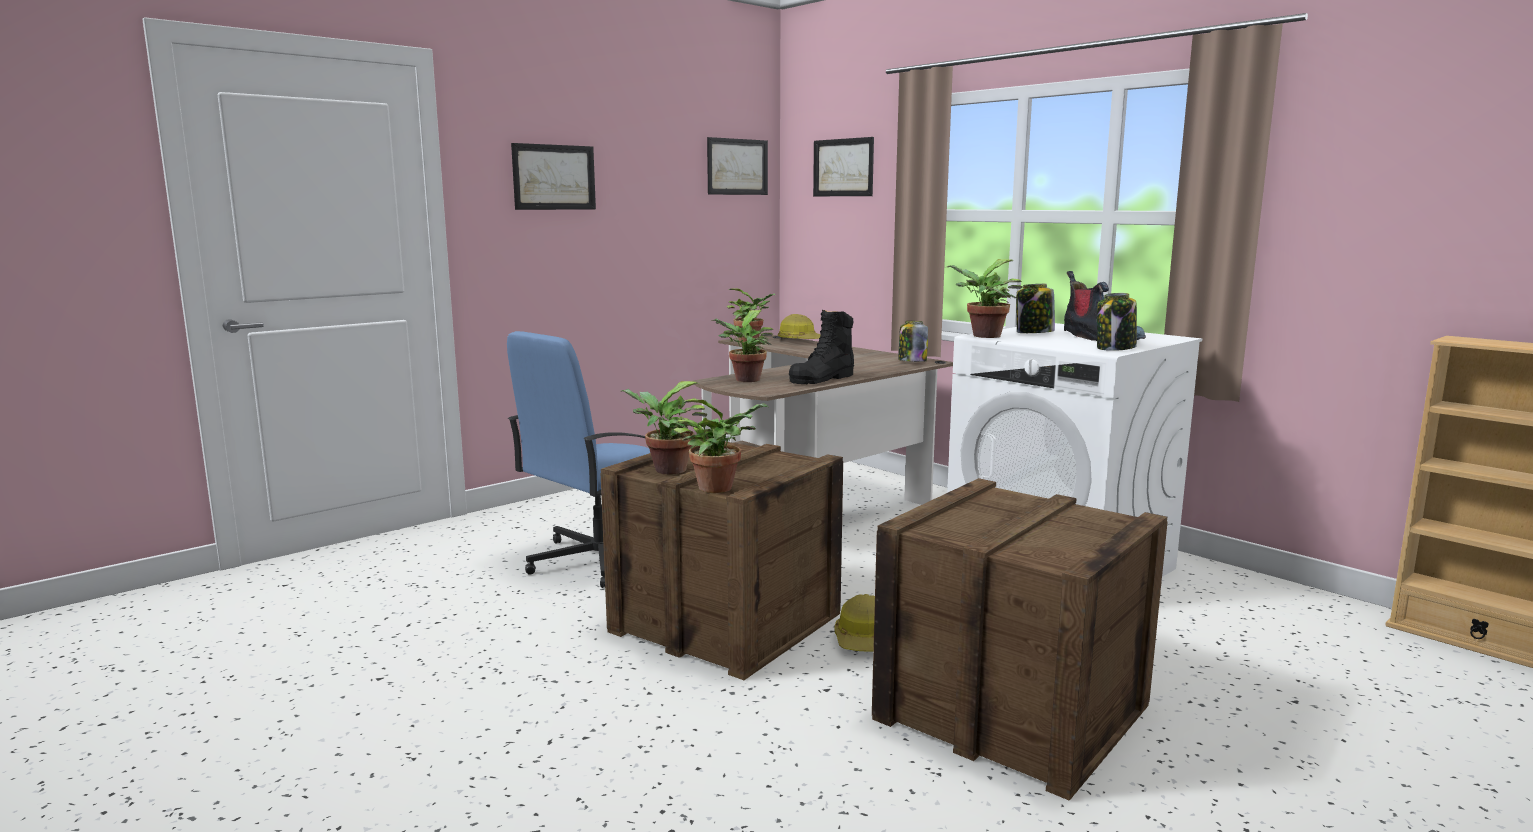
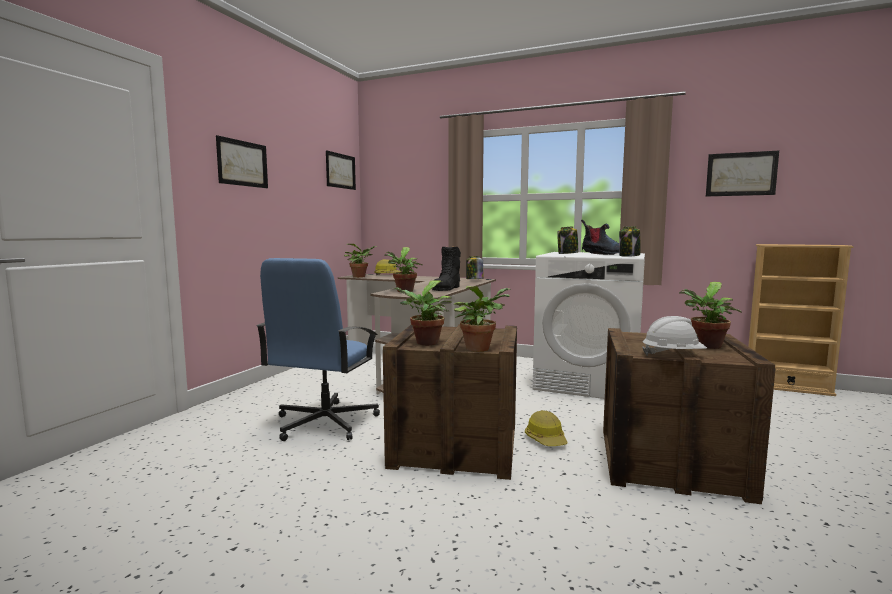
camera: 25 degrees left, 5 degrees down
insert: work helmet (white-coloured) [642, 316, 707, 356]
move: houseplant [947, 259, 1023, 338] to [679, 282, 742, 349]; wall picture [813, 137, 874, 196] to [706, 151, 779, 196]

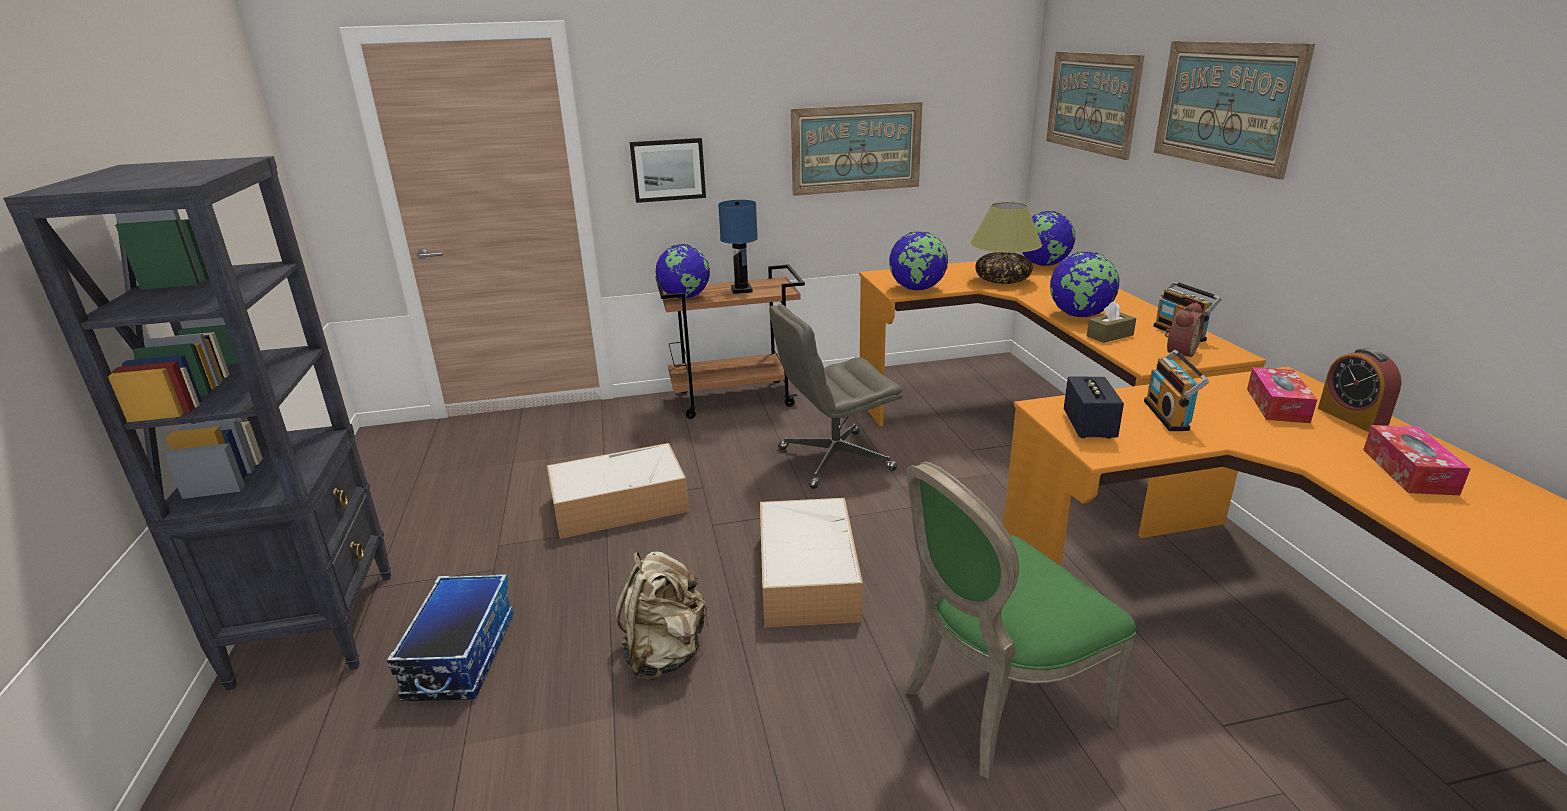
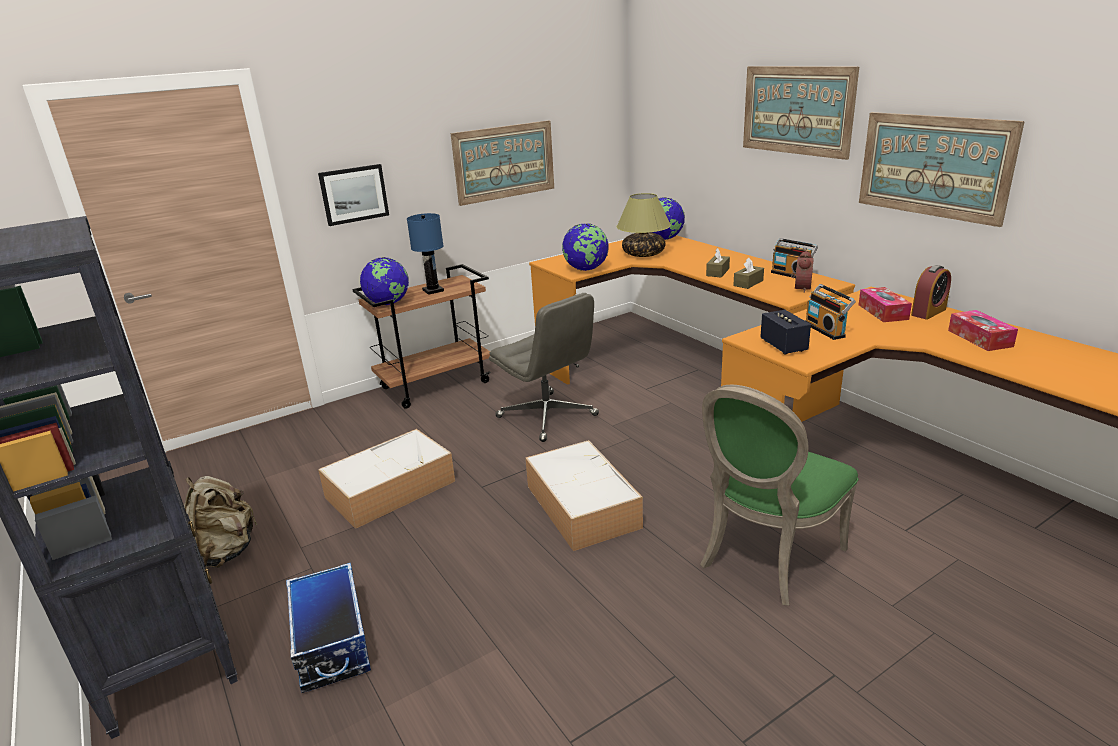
camera: 20 degrees left, 0 degrees up
move: knapsack (beige) [615, 551, 709, 681] to [184, 476, 258, 569]; wall picture [1046, 51, 1145, 160] to [859, 112, 1025, 227]
replace: desk globe [1050, 252, 1120, 317] to tissue holder (brownish) [706, 248, 730, 277]
rotate: office chair (gray) [769, 304, 902, 489] = [489, 293, 599, 442] 90 degrees counterclockwise; alarm clock [1318, 348, 1402, 432] = [911, 265, 951, 319] 90 degrees counterclockwise

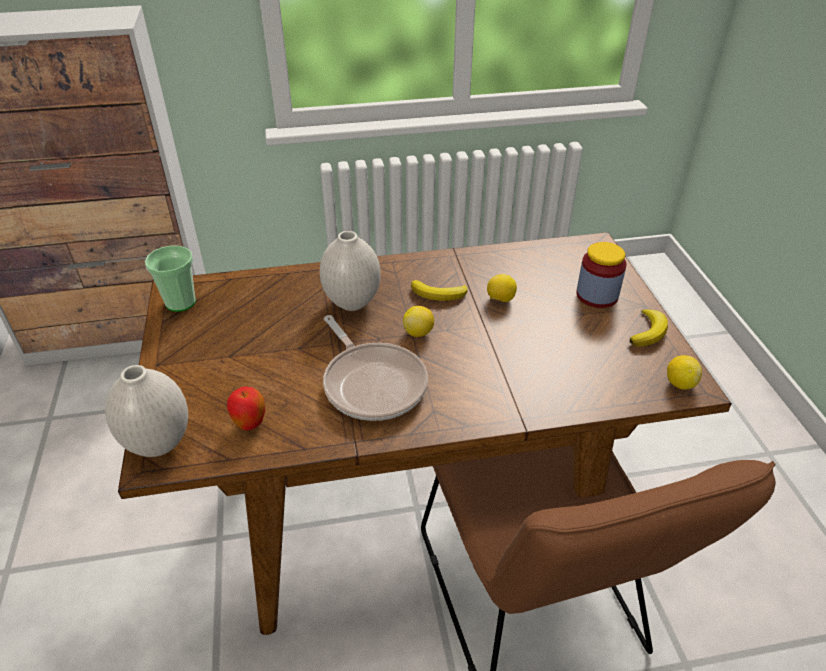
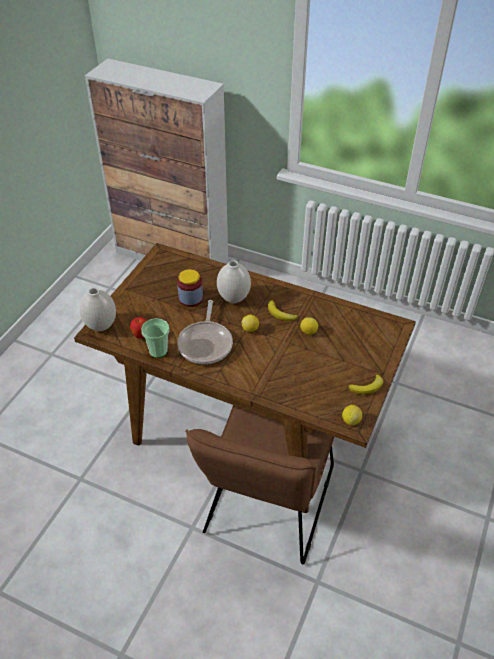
camera: 35 degrees right, 5 degrees up
move: small cup [145, 246, 196, 312] to [141, 318, 169, 358]; jar [576, 242, 627, 308] to [177, 269, 203, 307]

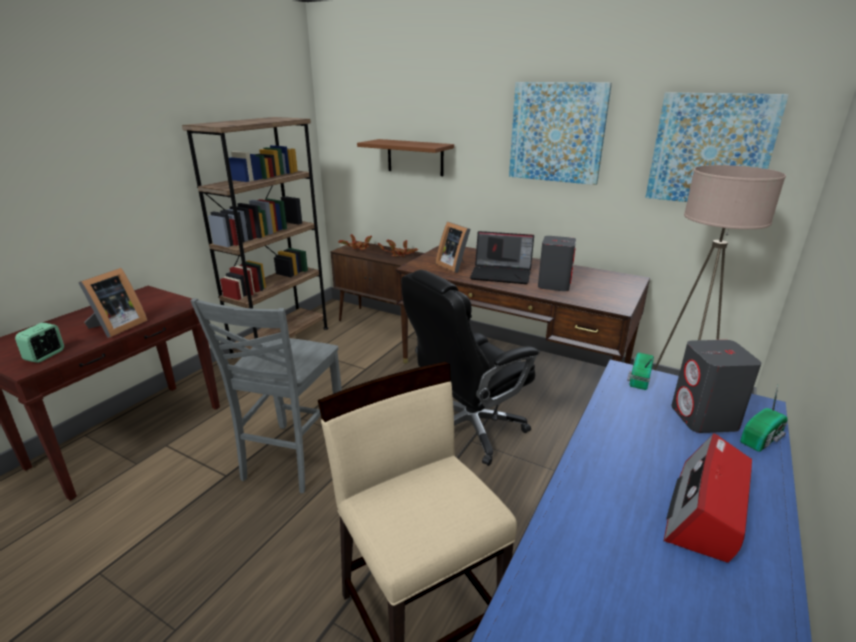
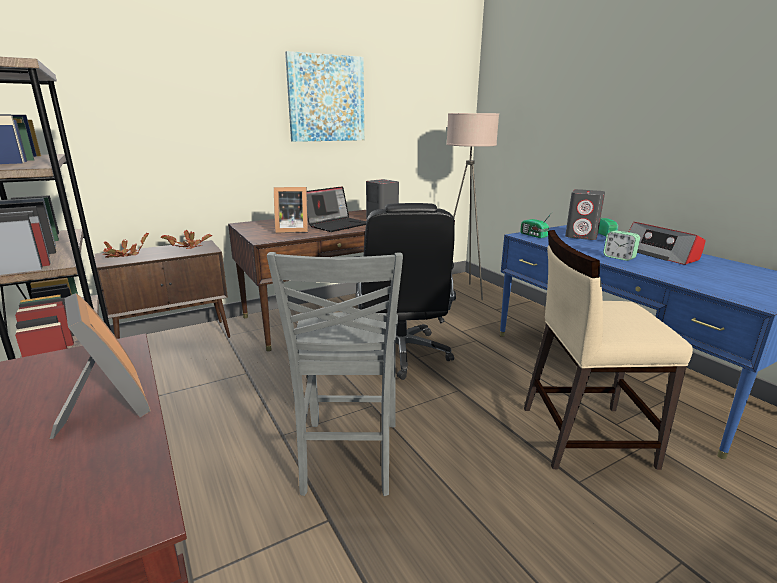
camera: 60 degrees left, 5 degrees down
delete: bracket shelf (brownish) [357, 139, 454, 176]; wall picture [645, 92, 789, 202]
move: alarm clock [15, 323, 64, 363] to [603, 230, 640, 261]
rotate: chair (gray) [190, 298, 342, 493] = [267, 252, 403, 496] 45 degrees clockwise

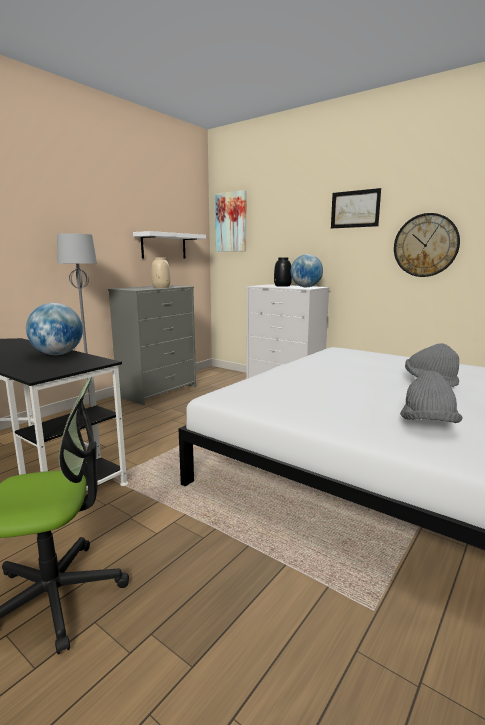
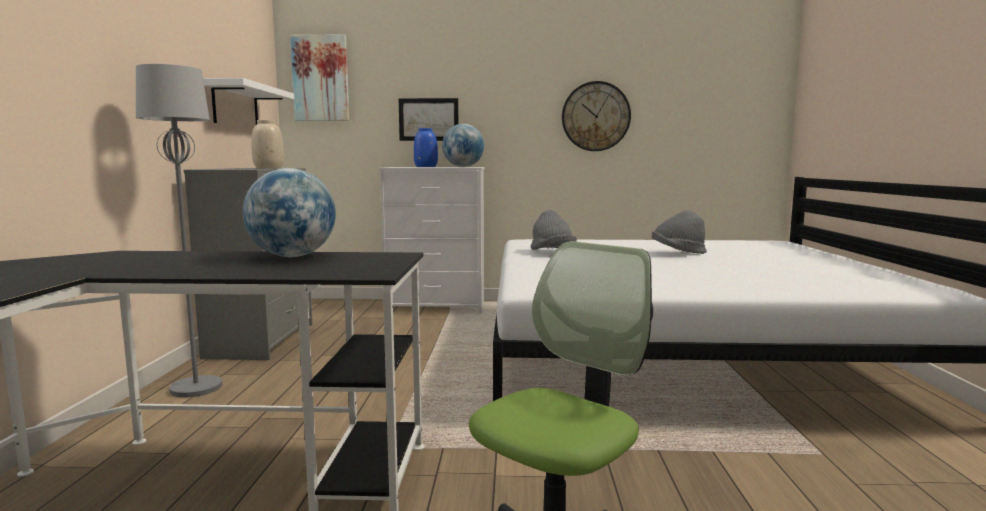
camera: 35 degrees left, 5 degrees down
move: wall picture [331, 188, 381, 228] to [399, 98, 458, 141]; hat (gray) [400, 371, 463, 423] to [531, 210, 577, 250]
recolor: flower vase (black-coloured) [274, 258, 292, 287] to flower vase (bluish) [414, 128, 438, 167]

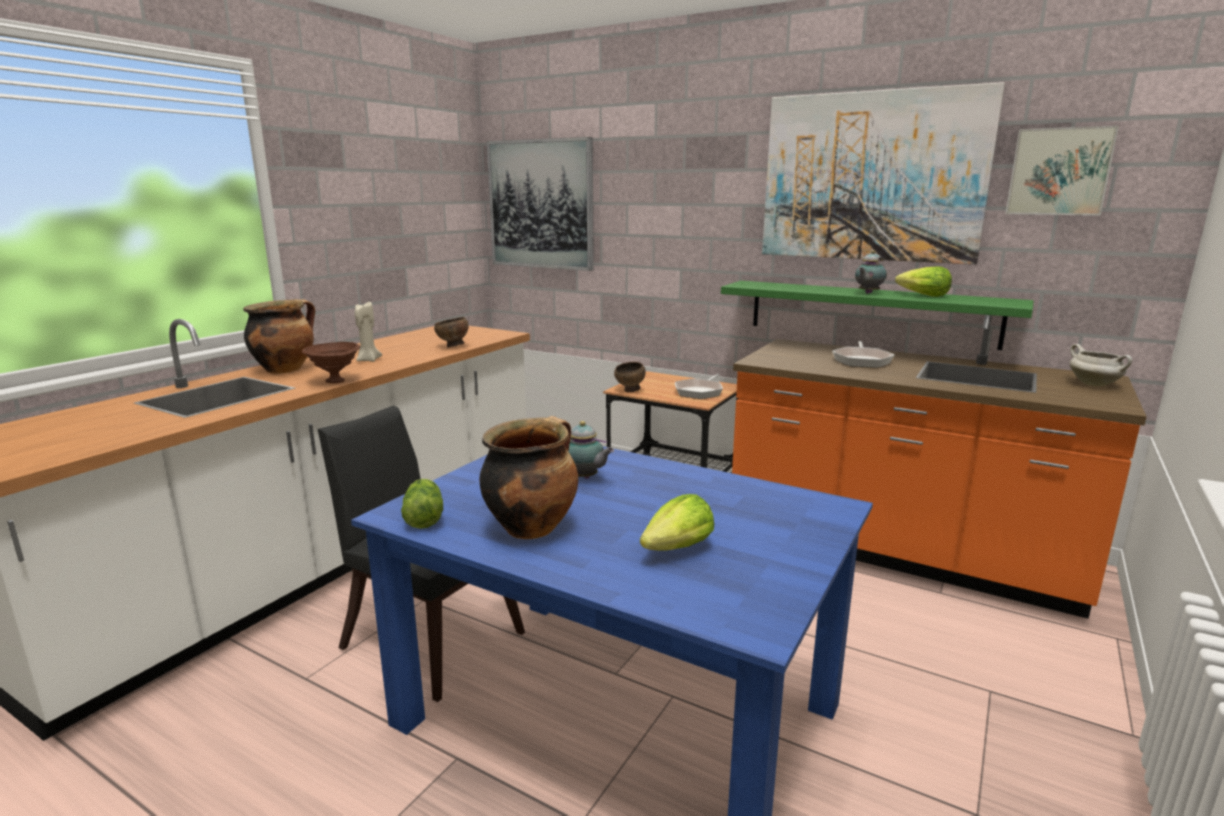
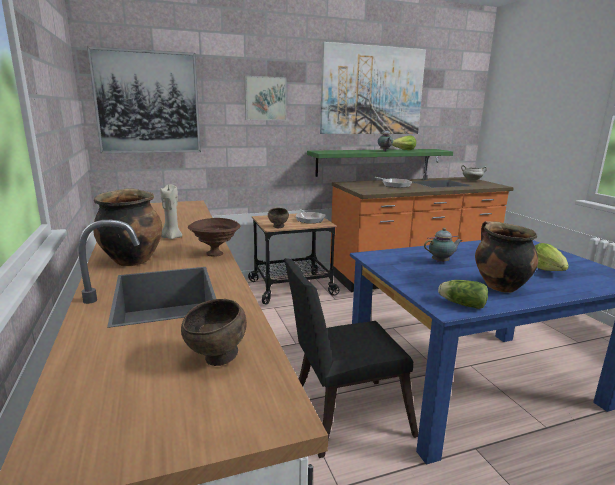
camera: 50 degrees left, 0 degrees up
move: bowl (brownish) [434, 317, 469, 347] to [181, 299, 247, 366]; wall picture [1005, 126, 1119, 216] to [244, 76, 286, 120]

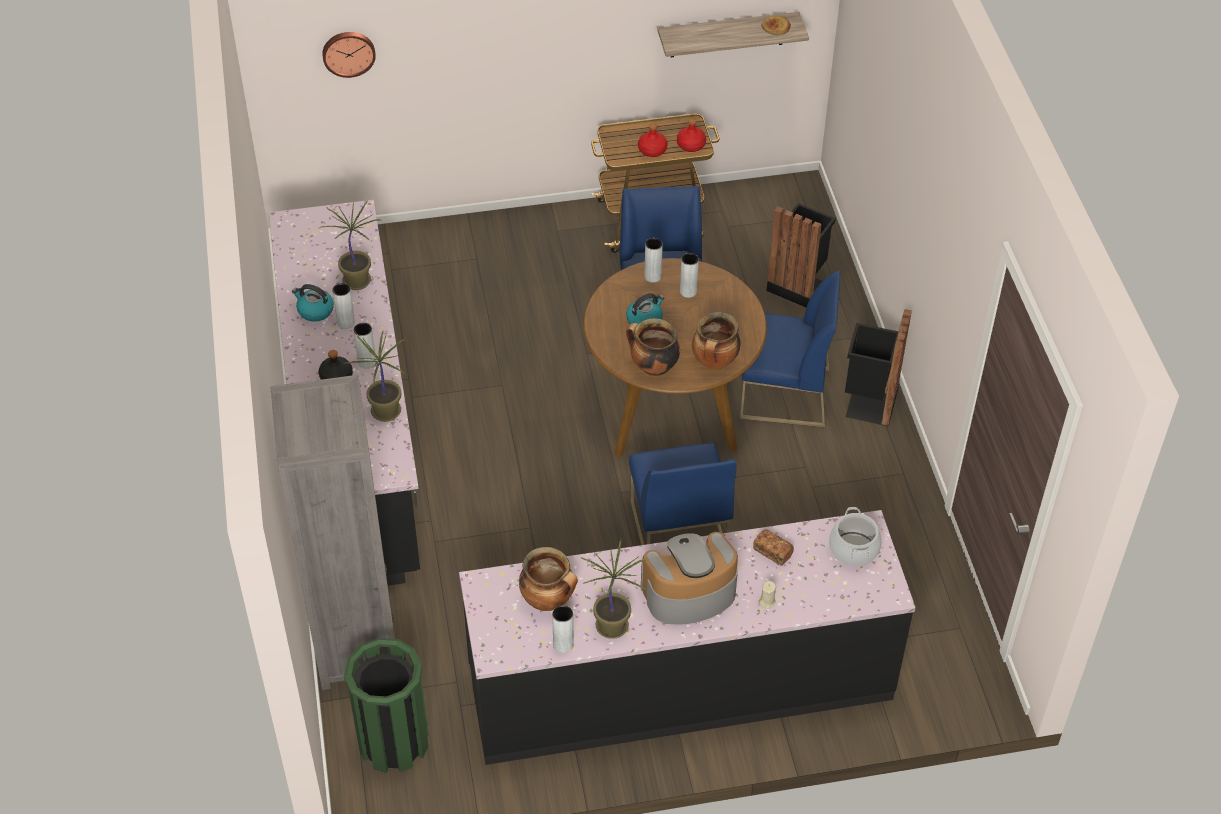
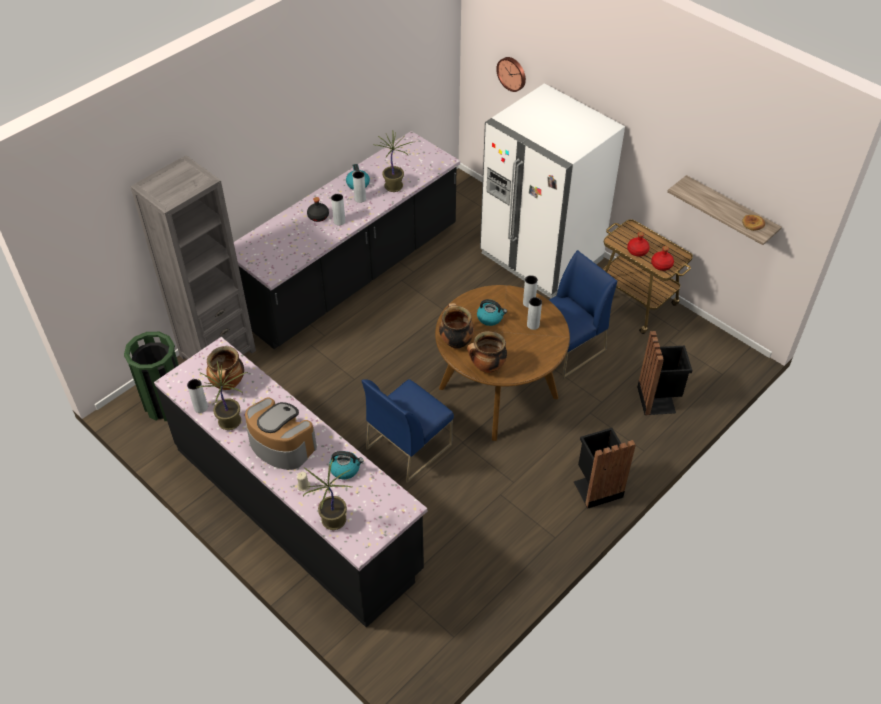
camera: 55 degrees right, 0 degrees up
delete: chair (bluish) [740, 271, 841, 427]; cooking pot [829, 507, 881, 566]
insert: kitchen fridge (white-coloured) [480, 83, 625, 298]
move: houseplant [344, 331, 406, 422] to [303, 459, 352, 530]
replace: baked bread [753, 529, 794, 566] to tea kettle [330, 451, 364, 479]

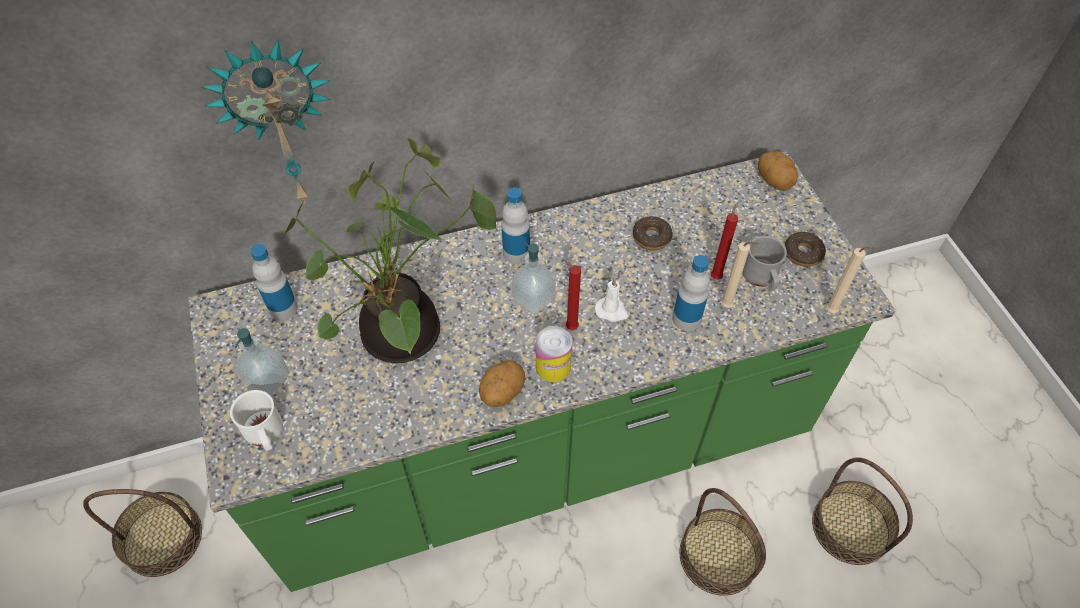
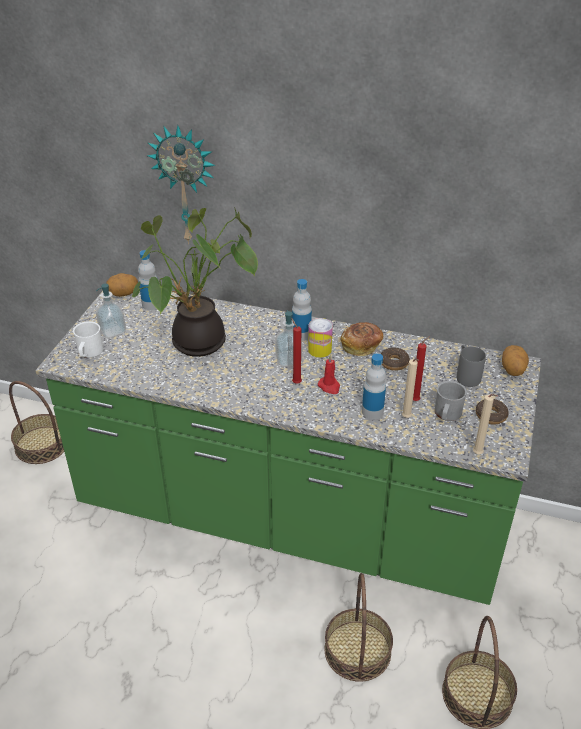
camera: 35 degrees right, 15 degrees down
insert: baked bread [341, 322, 383, 356]; mug (gray) [457, 345, 486, 387]
move: whole potato [479, 360, 525, 407] to [106, 273, 138, 297]; sealed can [536, 326, 573, 382] to [308, 318, 333, 358]
recolor: candle (white-coloured) [595, 277, 629, 322] to candle (reddish) [318, 355, 340, 394]

